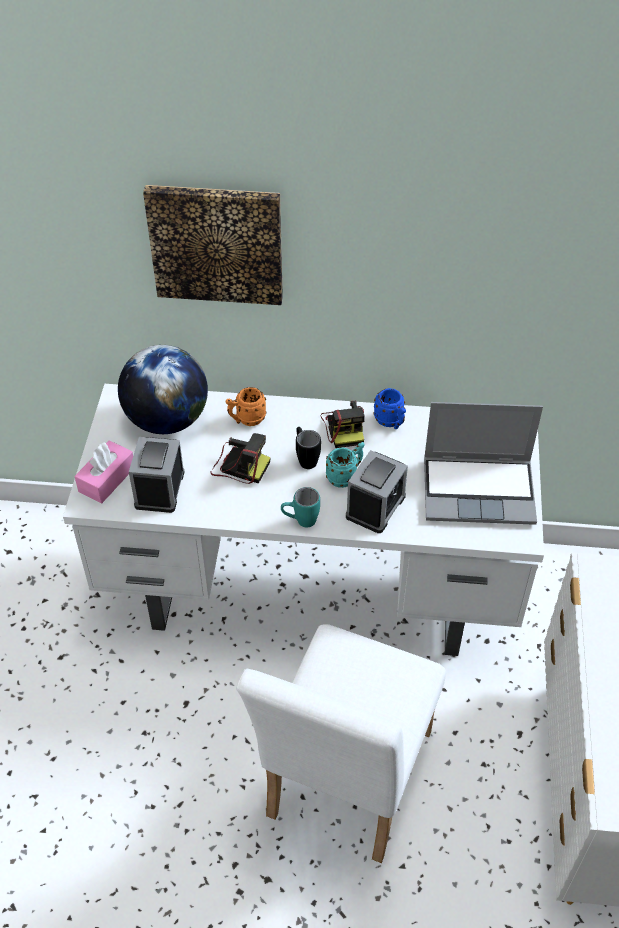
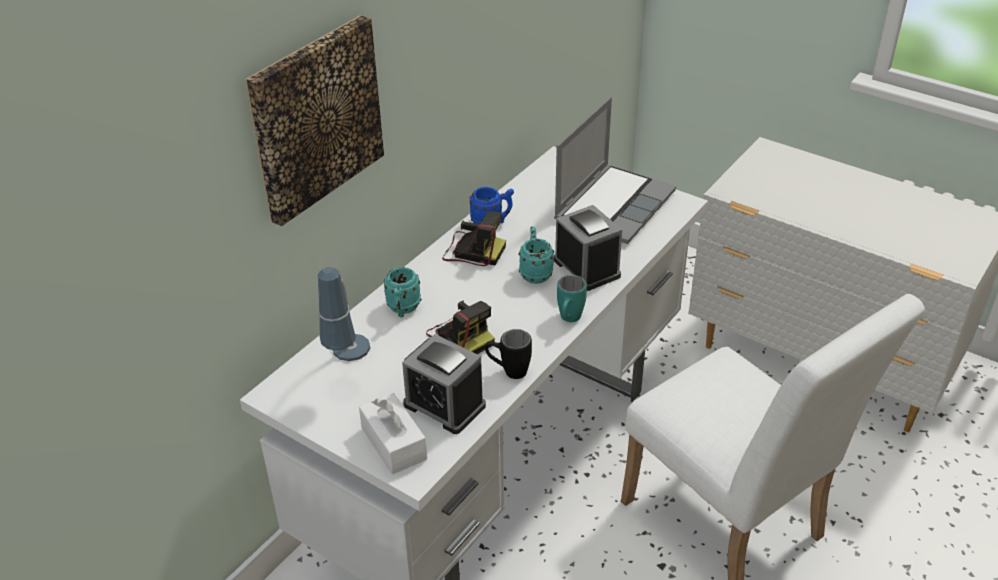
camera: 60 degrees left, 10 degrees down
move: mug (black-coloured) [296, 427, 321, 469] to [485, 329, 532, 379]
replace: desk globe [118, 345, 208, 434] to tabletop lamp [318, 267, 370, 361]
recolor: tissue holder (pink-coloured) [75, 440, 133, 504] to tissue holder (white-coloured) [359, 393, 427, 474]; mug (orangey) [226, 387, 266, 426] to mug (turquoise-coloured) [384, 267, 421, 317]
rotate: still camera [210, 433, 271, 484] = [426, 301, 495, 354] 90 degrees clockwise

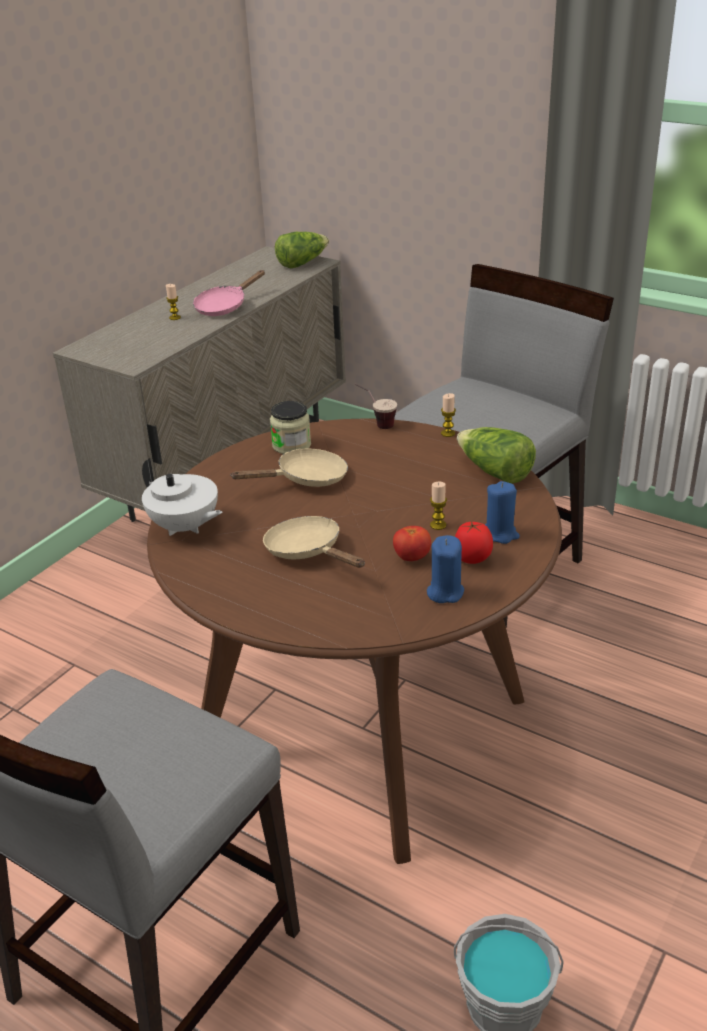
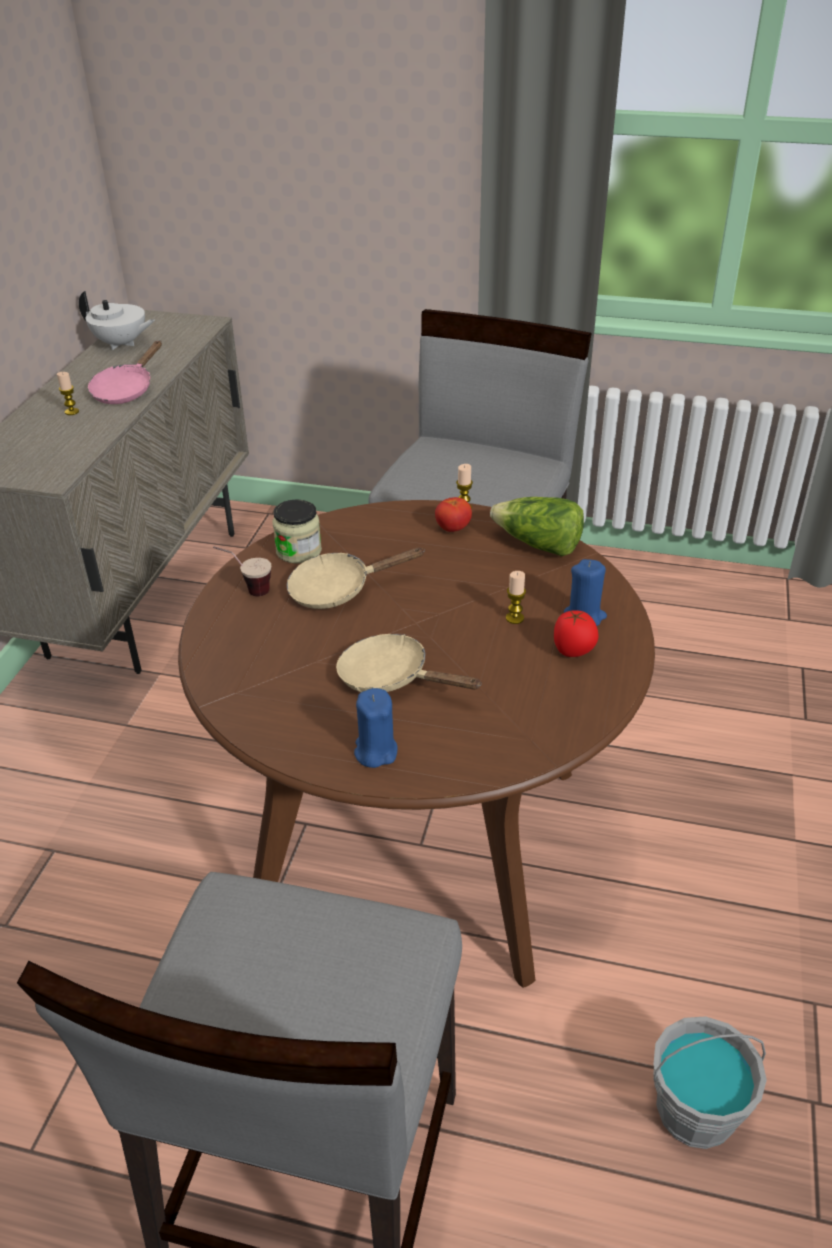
camera: 20 degrees left, 5 degrees up
delete: head of lettuce [275, 232, 329, 269]
move: pot for tea (white-coloured) [142, 458, 222, 536] to [79, 291, 155, 350]; small cup [355, 384, 397, 429] to [213, 546, 271, 596]; candle (bluish) [427, 535, 464, 603] to [354, 688, 398, 768]; fresh tomato [393, 526, 431, 561] to [435, 497, 472, 532]
rotate: skillet (beige) [230, 448, 348, 487] = [287, 547, 425, 609] 150 degrees counterclockwise

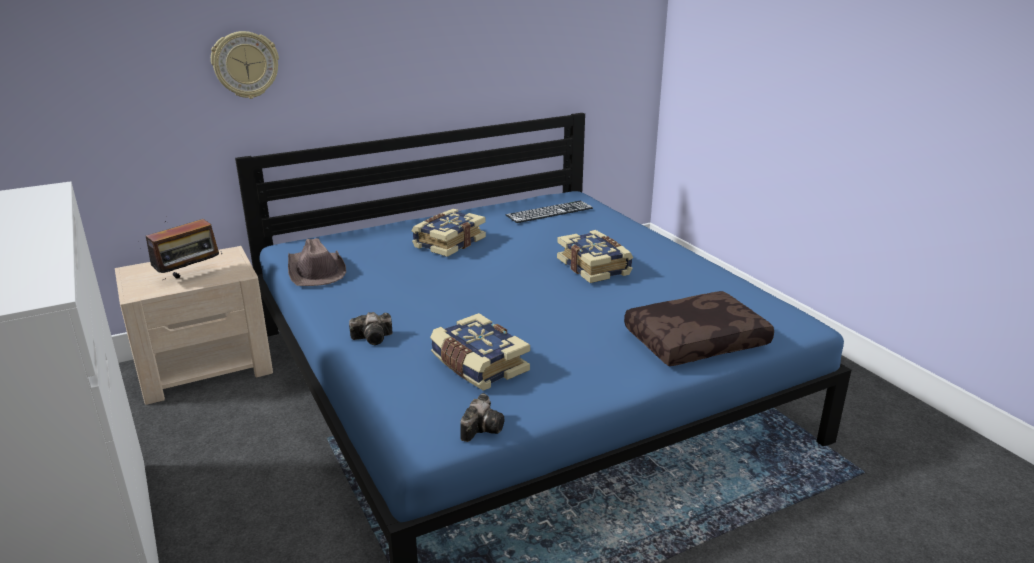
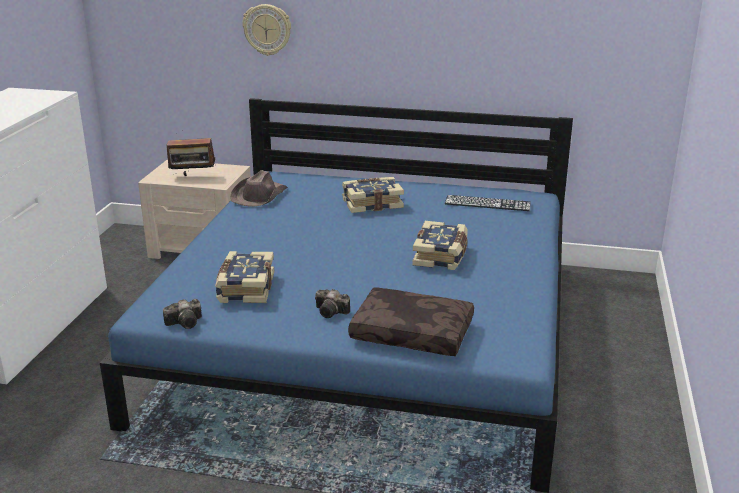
camera: 40 degrees right, 0 degrees up
move: still camera [349, 312, 393, 345] to [315, 289, 350, 318]

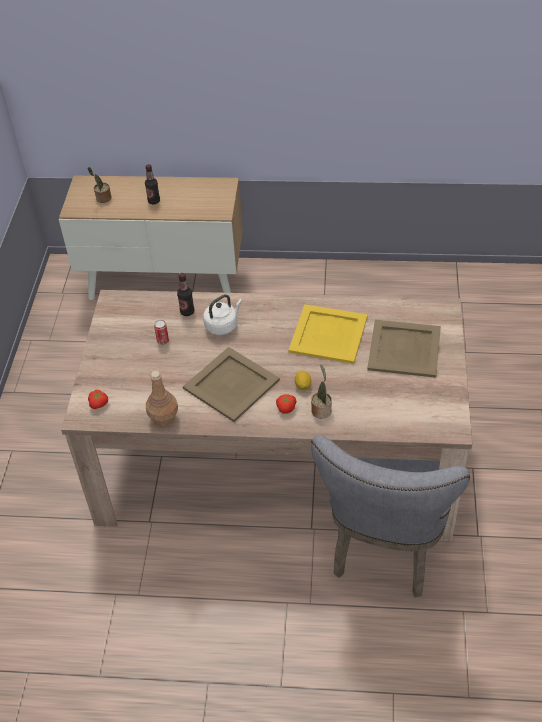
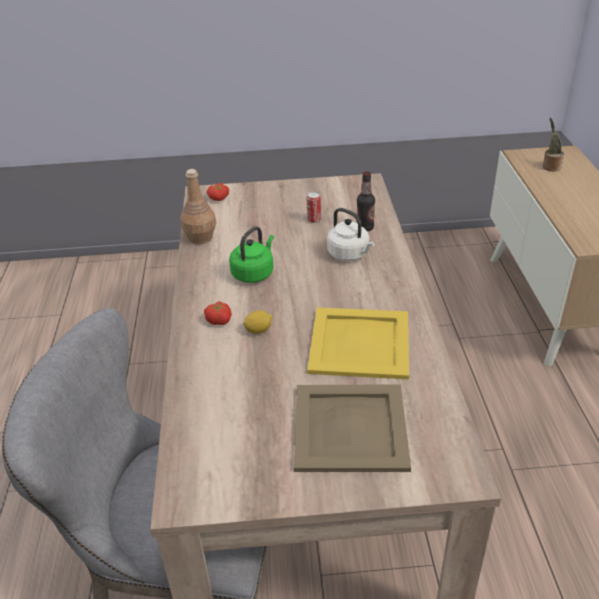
camera: 80 degrees right, 10 degrees down
delete: bottle [145, 164, 160, 204]; houseplant [311, 364, 332, 419]
replace: serving tray (beige) [183, 347, 280, 422] to tea kettle (green-coloured) [229, 226, 274, 283]

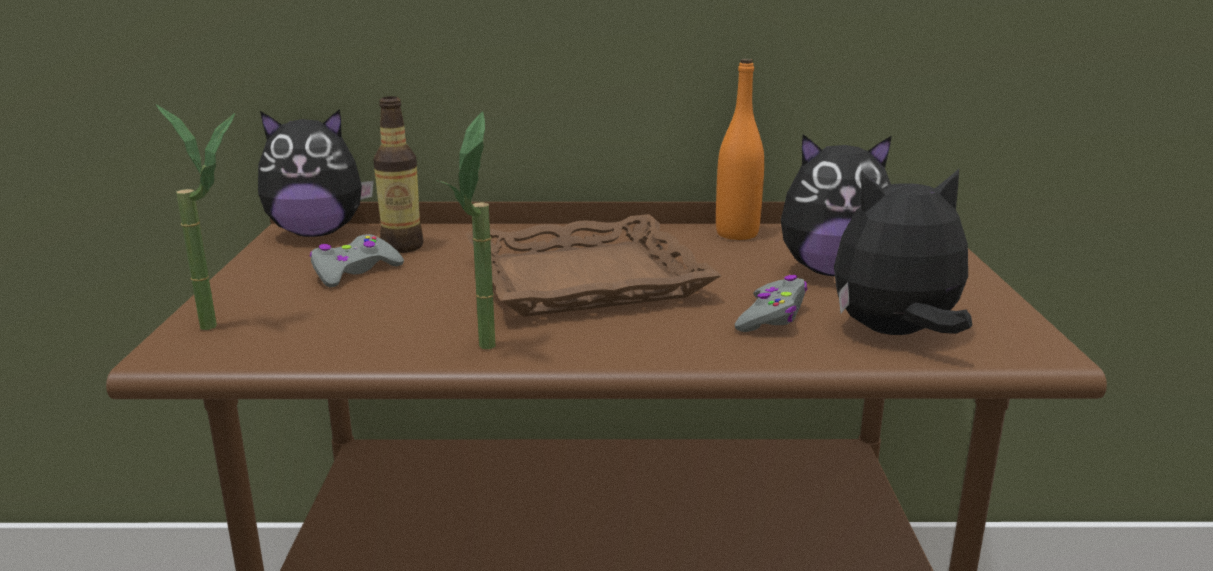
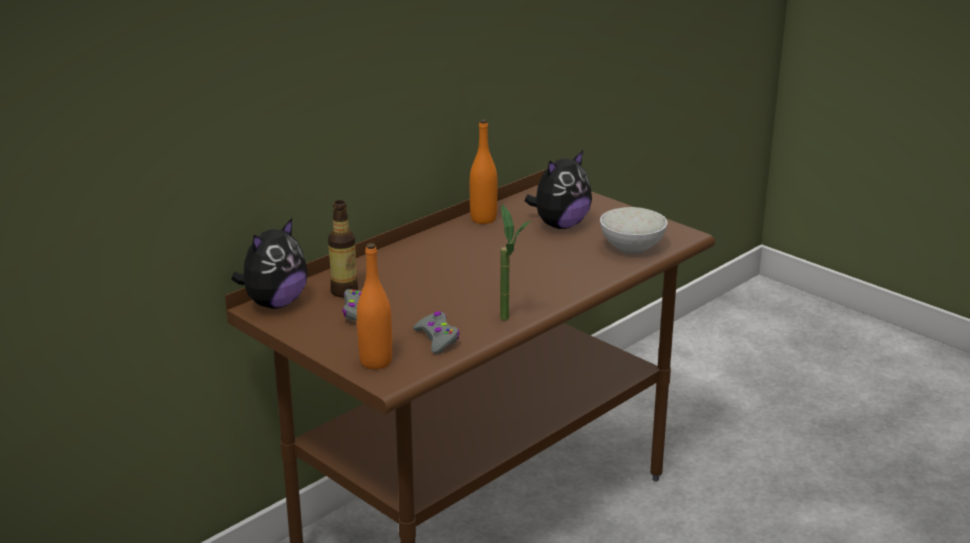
camera: 45 degrees left, 5 degrees up
delete: serving tray (brownish) [466, 214, 722, 317]
move: game controller (gray) [735, 275, 807, 332] to [413, 311, 460, 354]
replace: houseplant [156, 104, 235, 330] to bottle (orangey) [357, 243, 392, 369]; cuddly toy [834, 169, 972, 335] to bowl (white-coloured) [600, 207, 668, 254]

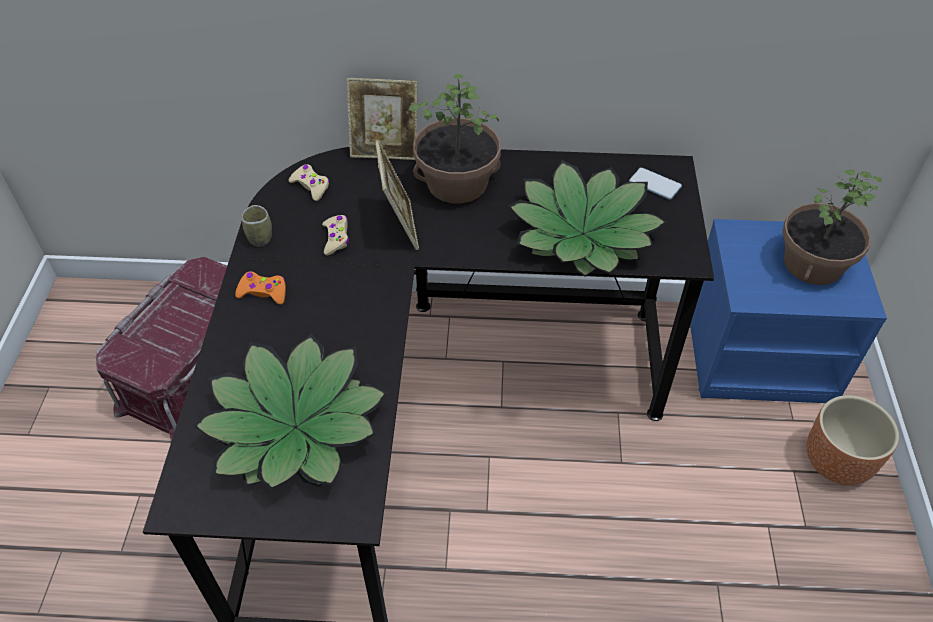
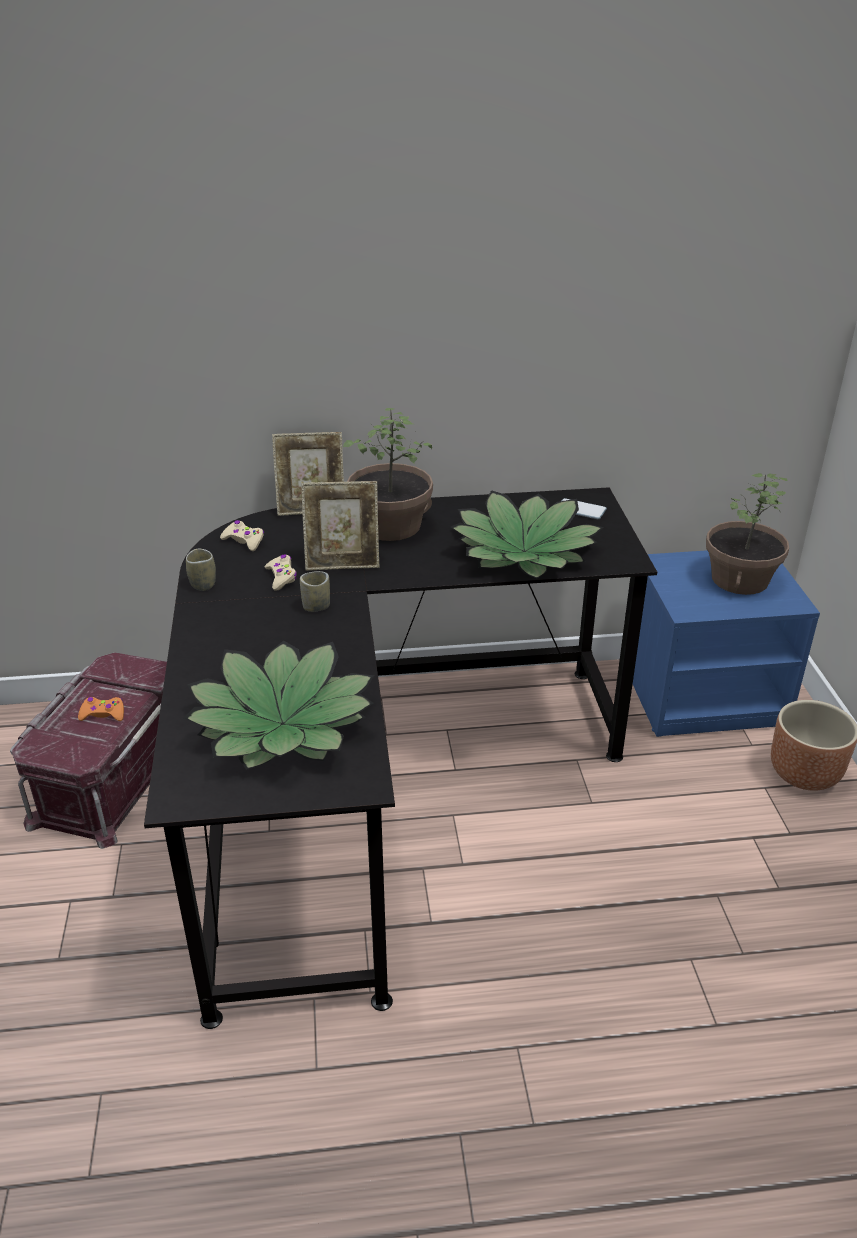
camera: 10 degrees left, 15 degrees down
insert: small cup [300, 571, 330, 612]
move: game controller (orangey) [235, 271, 286, 305] to [78, 697, 124, 721]
rotate: picture frame [375, 139, 419, 250] = [301, 481, 380, 571] 105 degrees clockwise

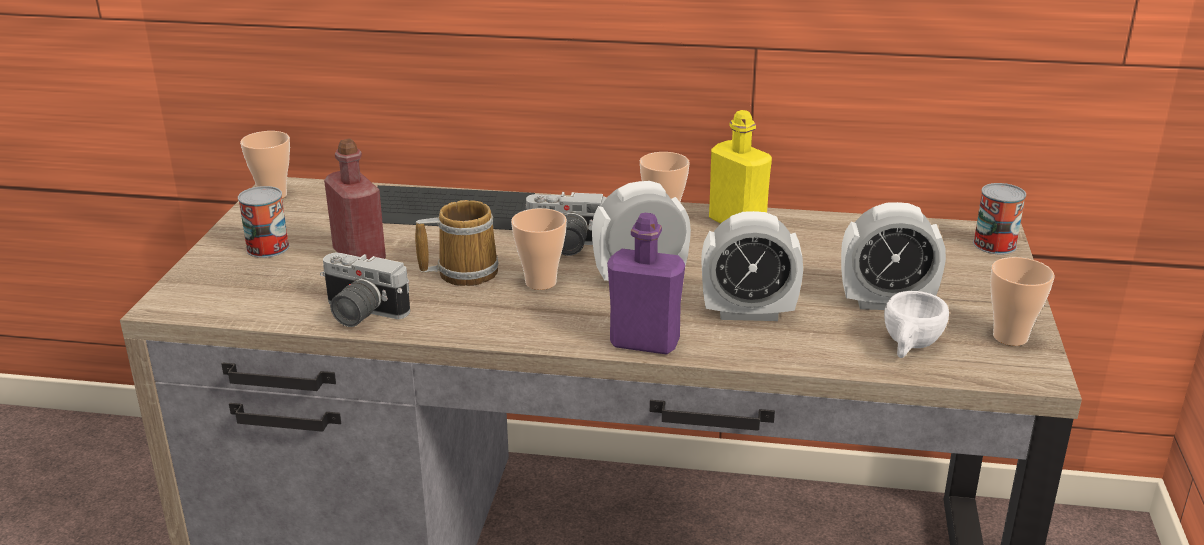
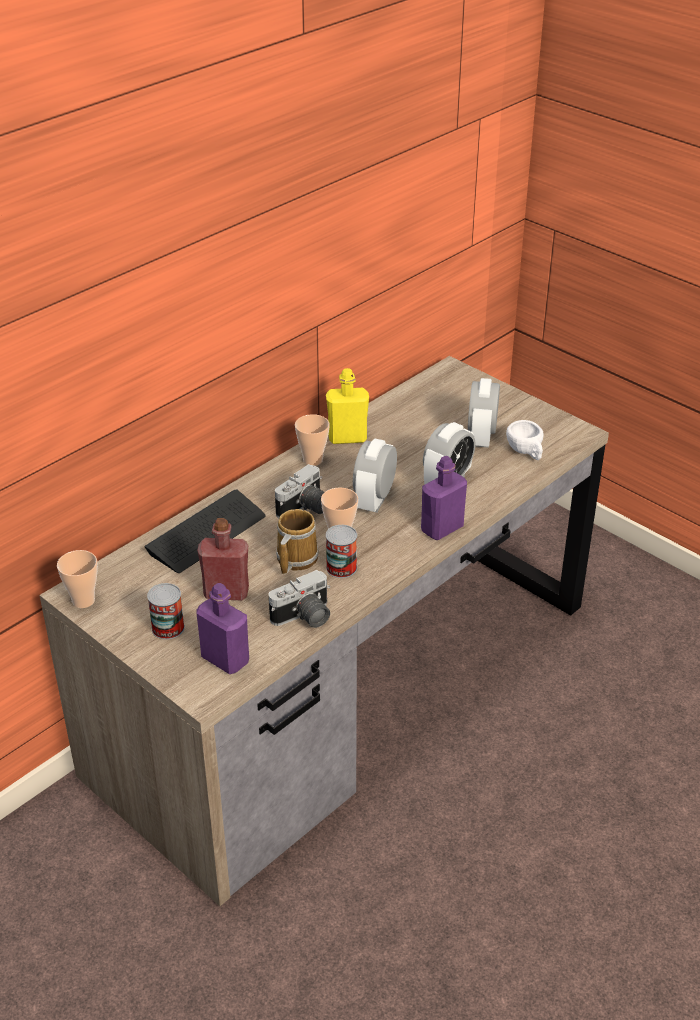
camera: 55 degrees left, 10 degrees up
delete: small cup [990, 257, 1054, 346]
insert: bottle (purple) [196, 583, 249, 674]
move: sealed can [973, 183, 1026, 254] to [326, 525, 357, 578]
rotate: alarm clock [841, 202, 946, 310] = [468, 378, 500, 448] 150 degrees clockwise

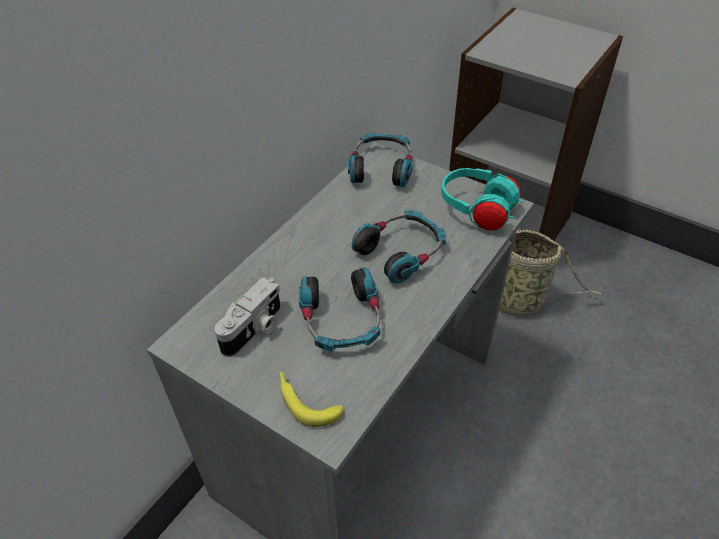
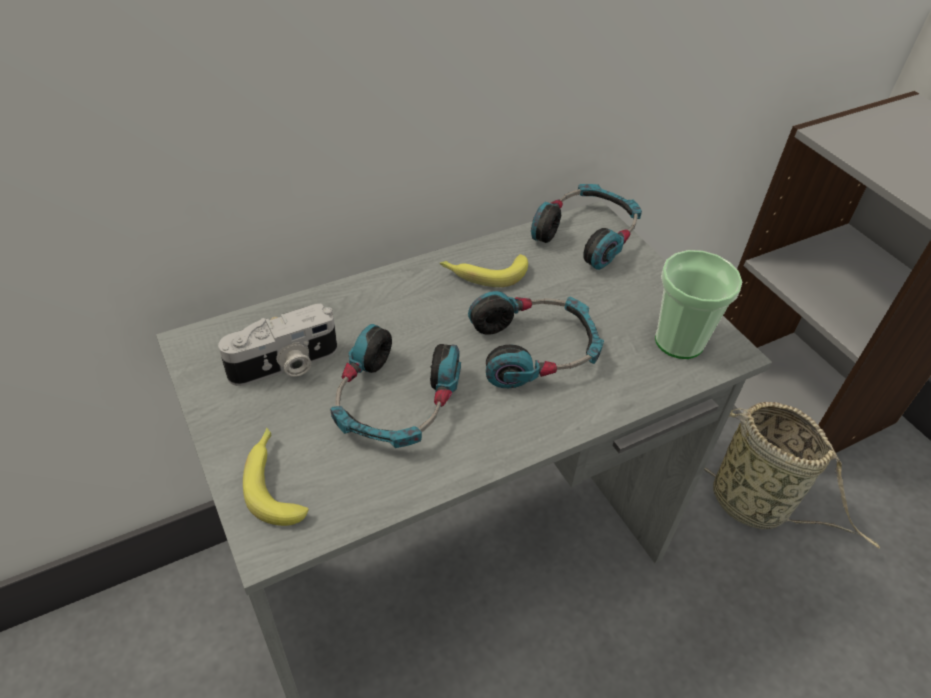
camera: 25 degrees right, 0 degrees up
insert: banana [440, 254, 528, 287]
replace: headphones (turquoise-coloured) [441, 168, 523, 230] to small cup [655, 250, 742, 359]

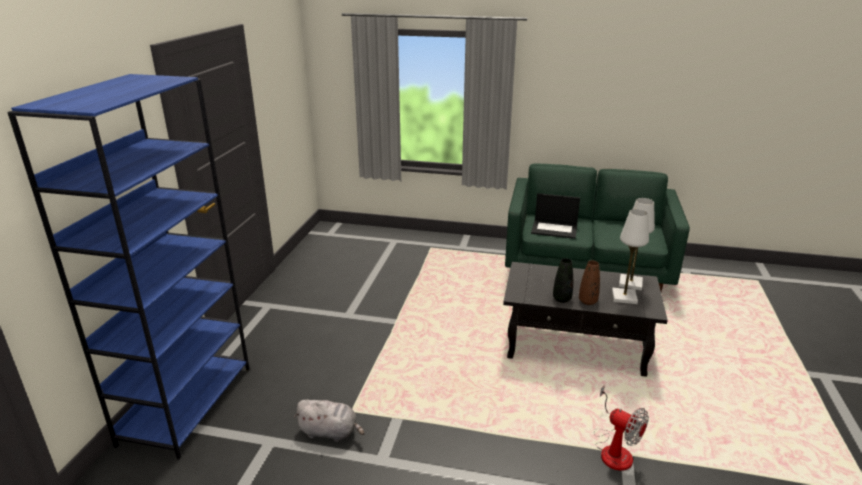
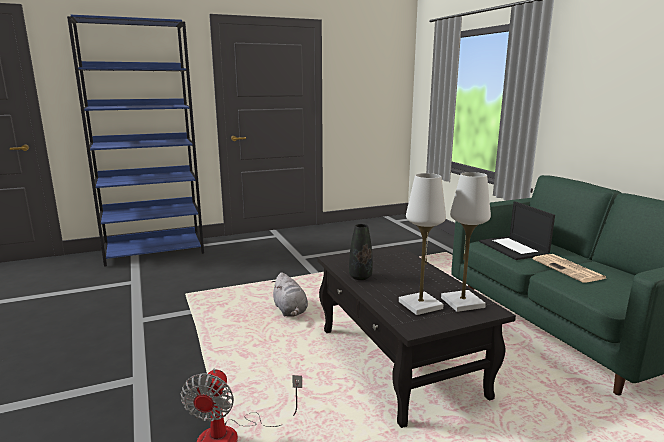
camera: 55 degrees right, 10 degrees down
delete: flower vase (brownish) [579, 261, 600, 305]
insert: newspaper [533, 254, 606, 283]
move: cuddly toy (gray) [294, 400, 365, 442] to [271, 272, 308, 317]

